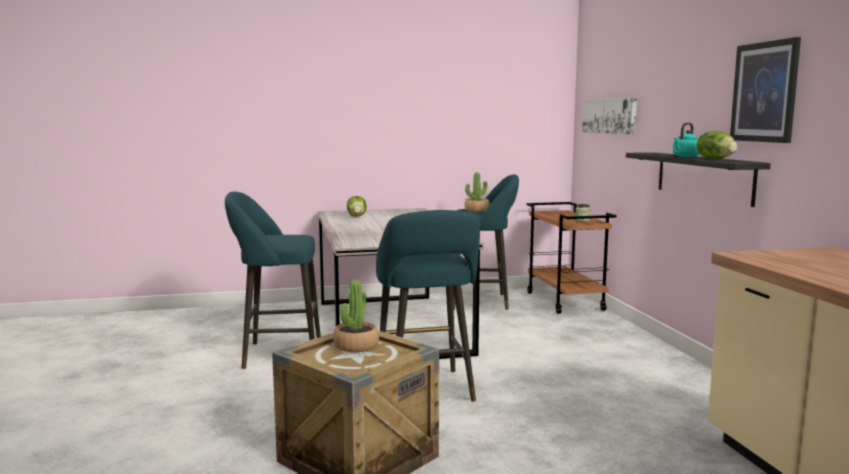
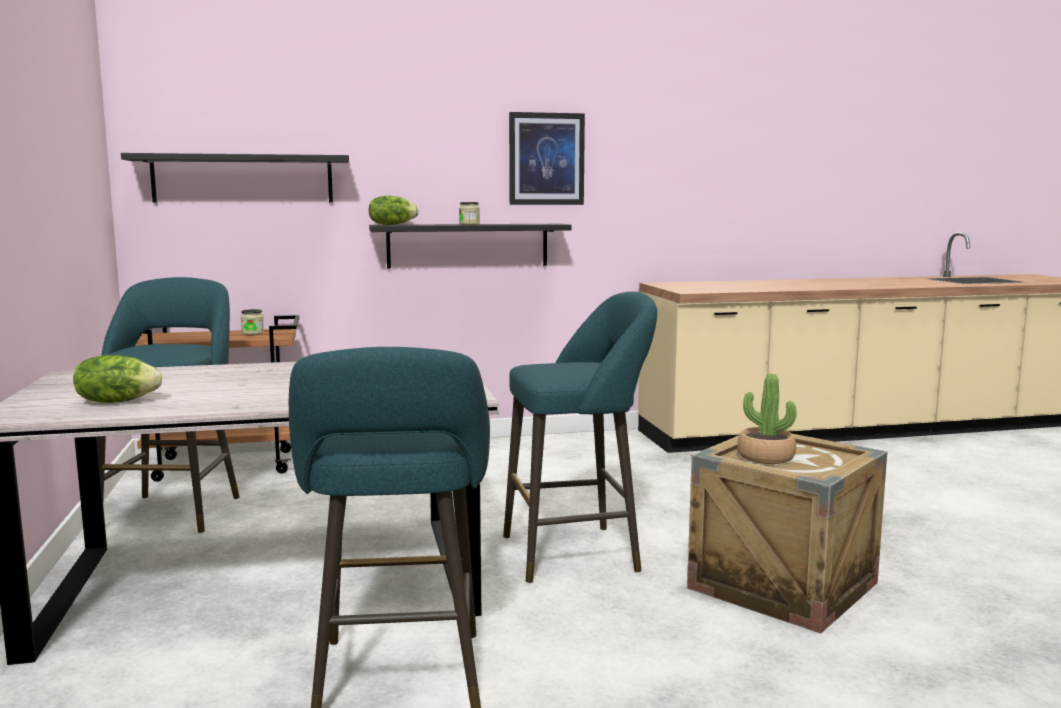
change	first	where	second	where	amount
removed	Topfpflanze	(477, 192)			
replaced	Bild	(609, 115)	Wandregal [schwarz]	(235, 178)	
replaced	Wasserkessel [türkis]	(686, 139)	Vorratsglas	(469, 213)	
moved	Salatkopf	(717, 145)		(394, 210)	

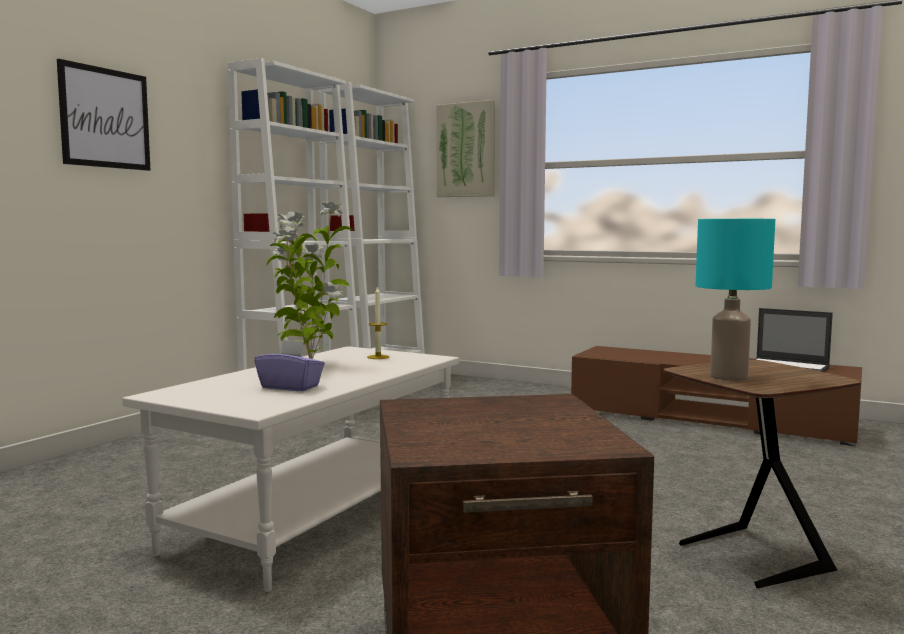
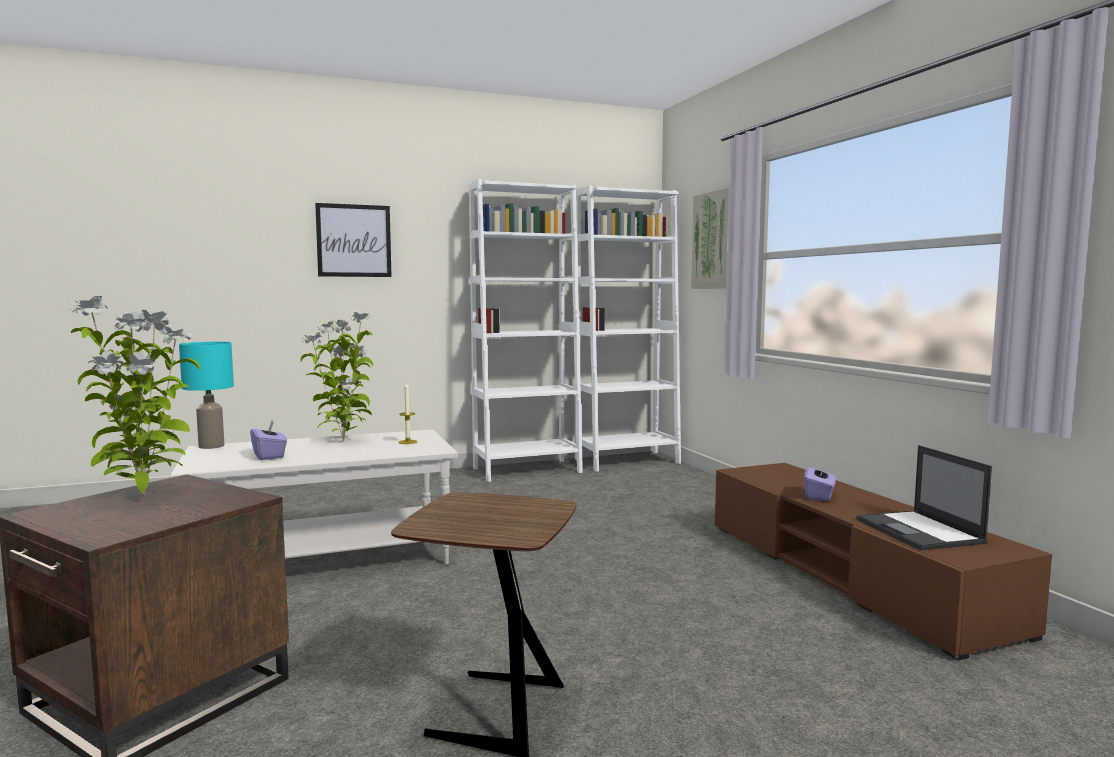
change	first	where	second	where	amount
moved	Tischlampe [türkis]	(735, 300)		(206, 395)	
added			Topfpflanze	(136, 396)	
added			Taschentuchbox [lila]	(820, 482)	

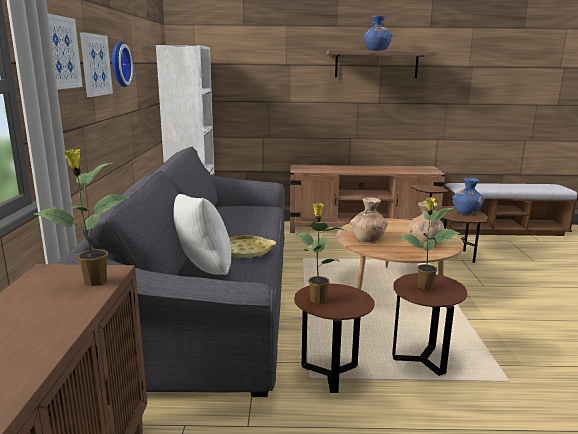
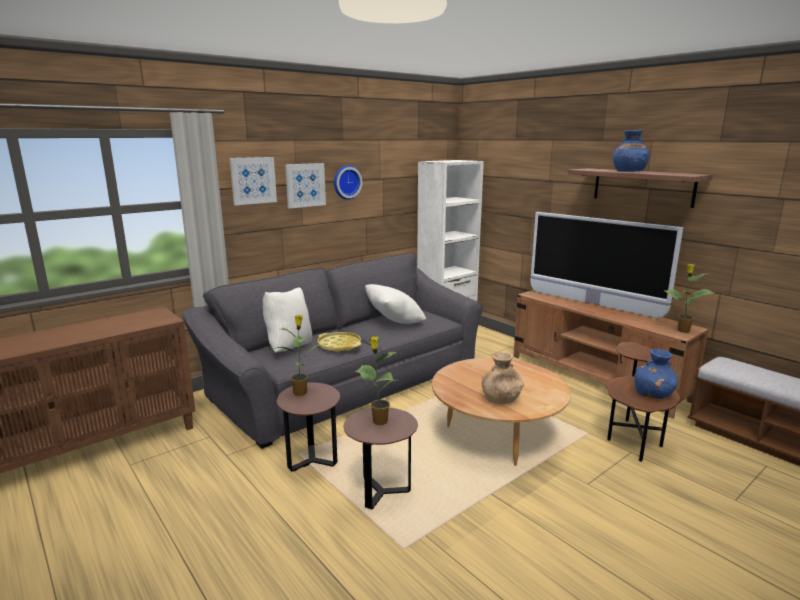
change	first	where	second	where	amount
moved	Topfpflanze	(81, 217)		(689, 298)	
removed	Vase [braun]	(369, 219)			
added			Kissen [weiß]	(395, 304)	
added			Fernseher	(606, 265)	

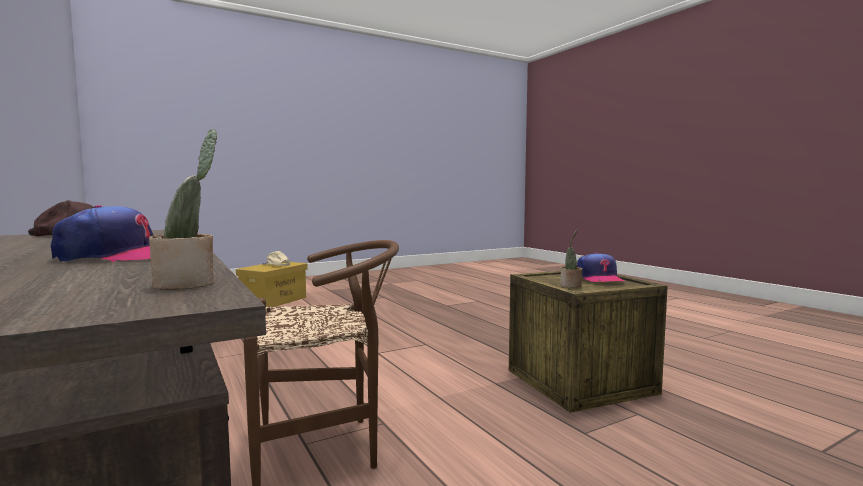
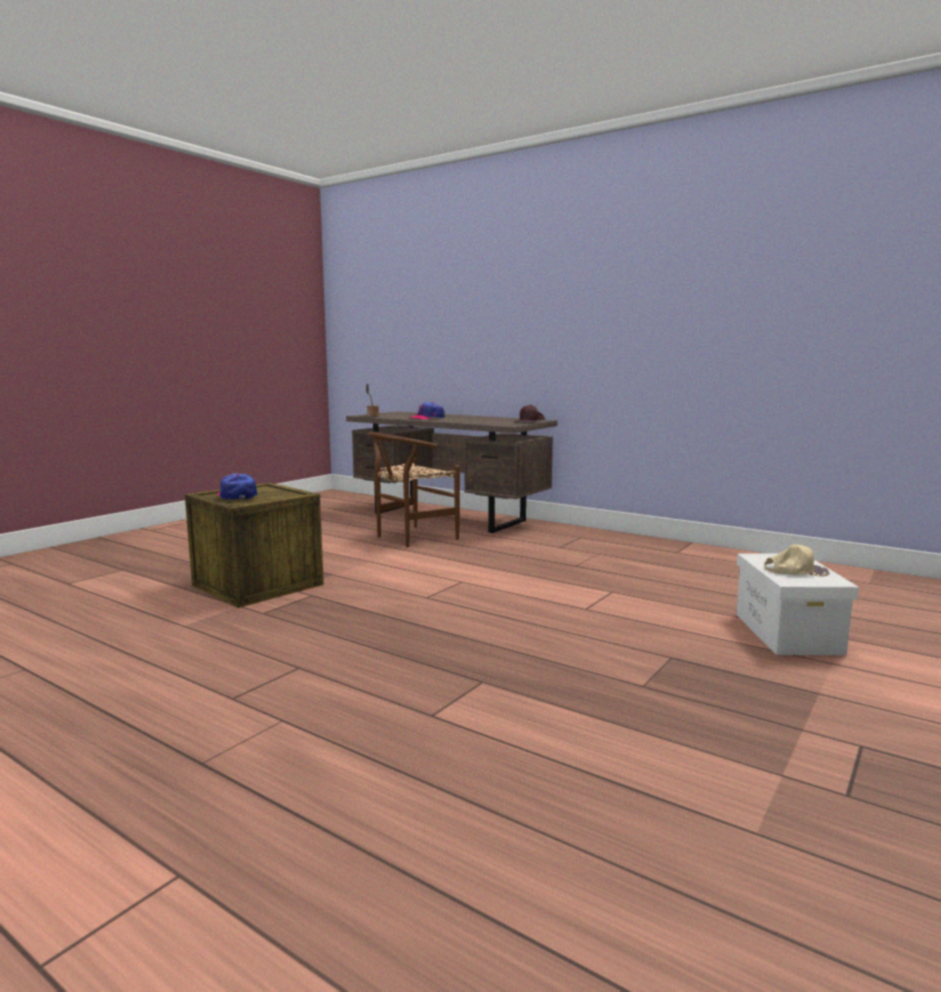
change	first	where	second	where	amount
recoloured	Aufbewahrungsbox [gelb]	(272, 284)	Aufbewahrungsbox [weiß]	(797, 604)	
removed	Topfpflanze	(571, 259)			

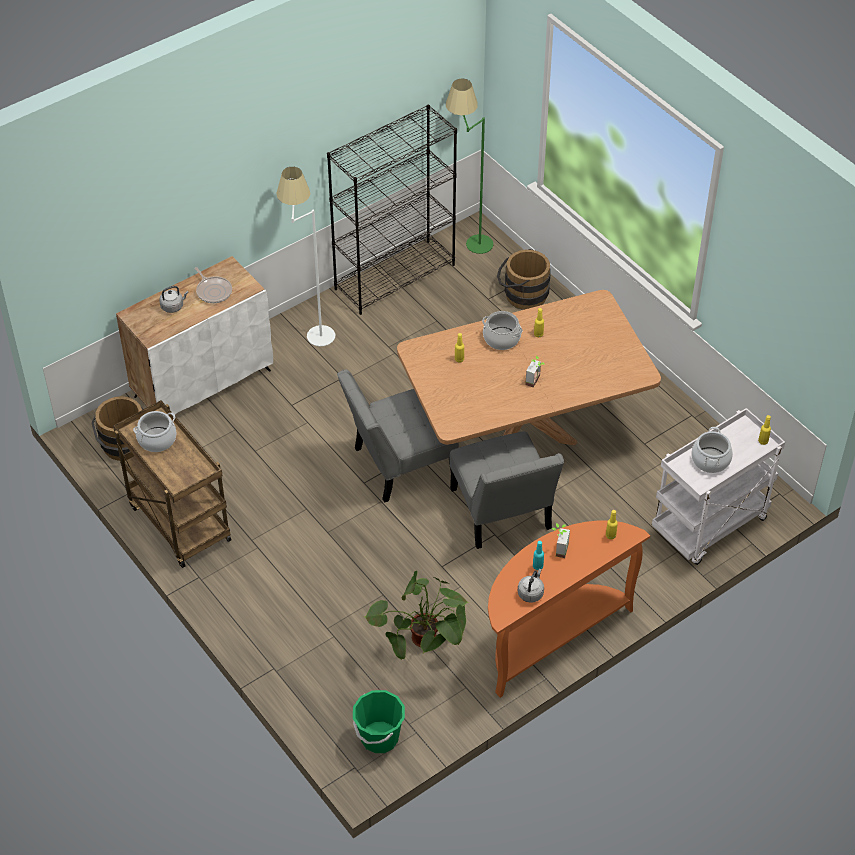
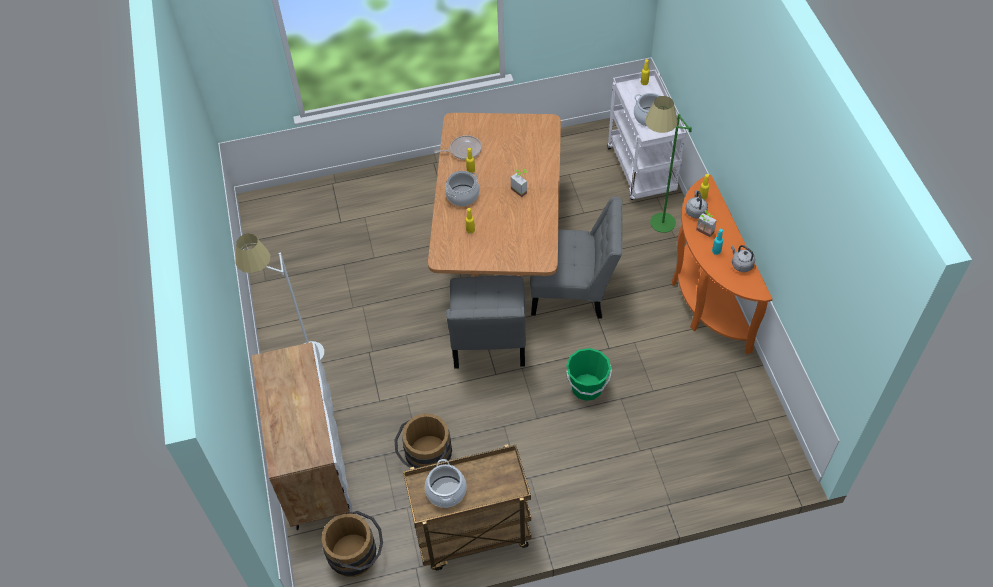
change	first	where	second	where	amount
moved	Wasserkessel [grau]	(174, 299)		(697, 204)	
moved	Pfanne	(213, 285)		(458, 147)	
removed	Bücherregal [schwarz]	(392, 209)			
moved	Eimer [grün]	(379, 721)		(589, 374)	
removed	Topfpflanze	(416, 615)			
moved	Stehlampe [grün]	(470, 166)		(668, 164)	
moved	Eimer [braun]	(524, 279)		(423, 441)	

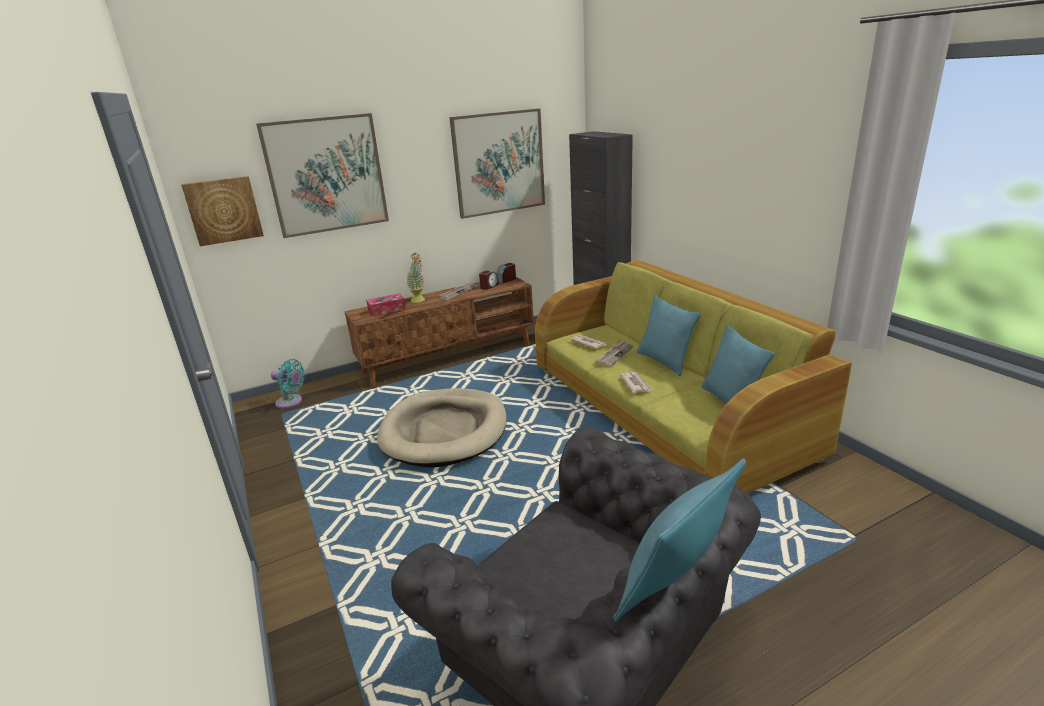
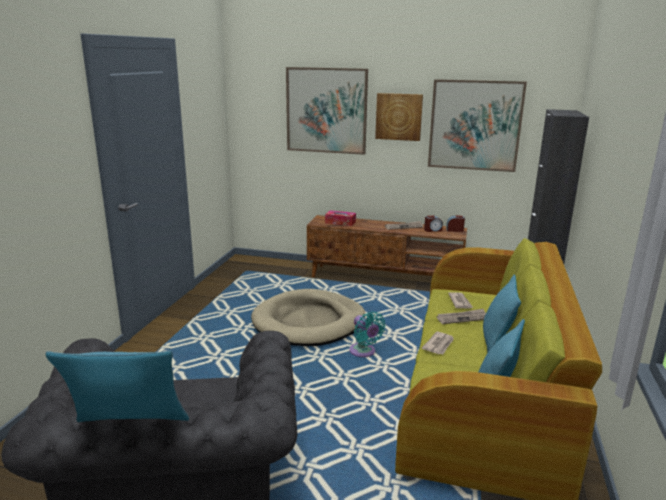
change	first	where	second	where	amount
moved	Bild	(222, 211)		(399, 117)	
moved	Ventilator [türkis]	(288, 384)		(367, 334)	
removed	Topfpflanze	(415, 278)			

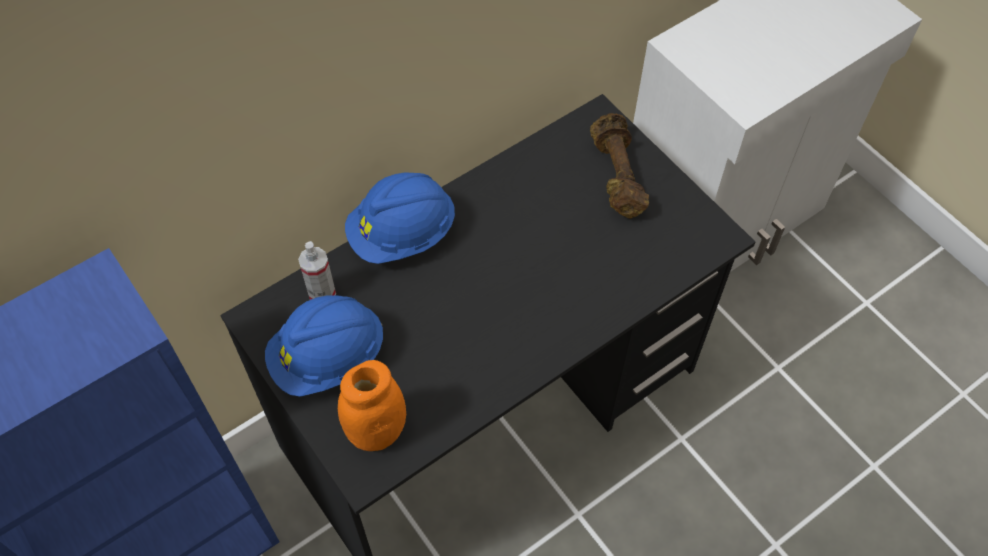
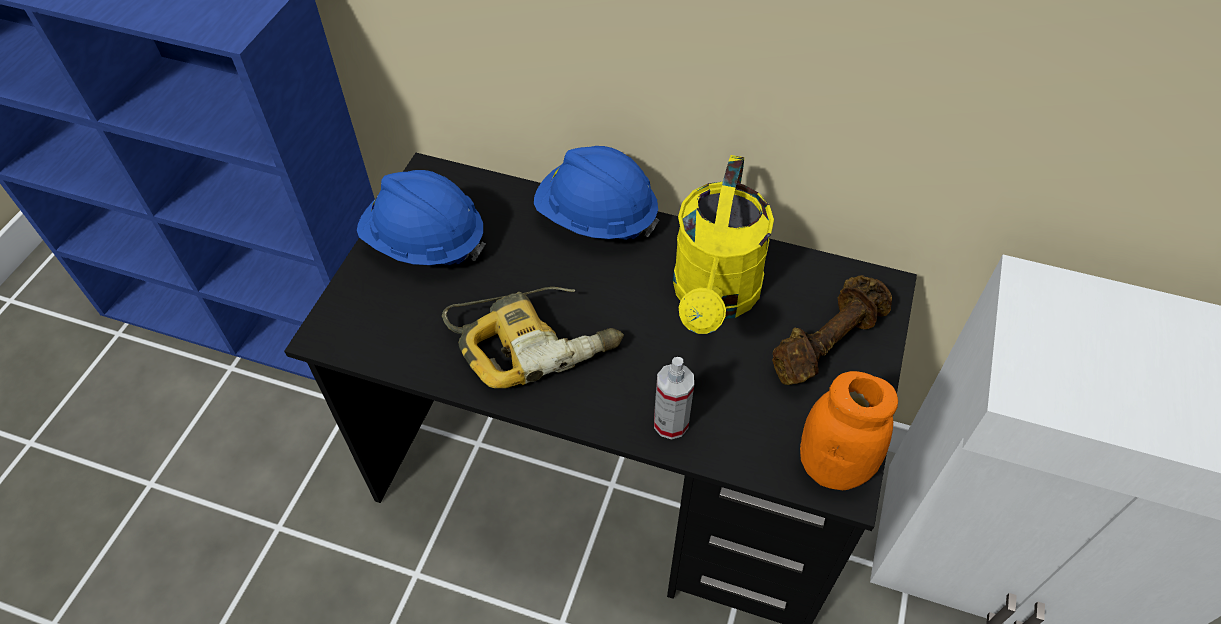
change	first	where	second	where	amount
moved	Sprühflasche	(317, 270)		(674, 398)	
moved	Vorratsglas [orange]	(372, 405)		(849, 430)	
added			Bohrmaschine	(533, 337)	
added			Gießkanne [gelb]	(723, 244)	

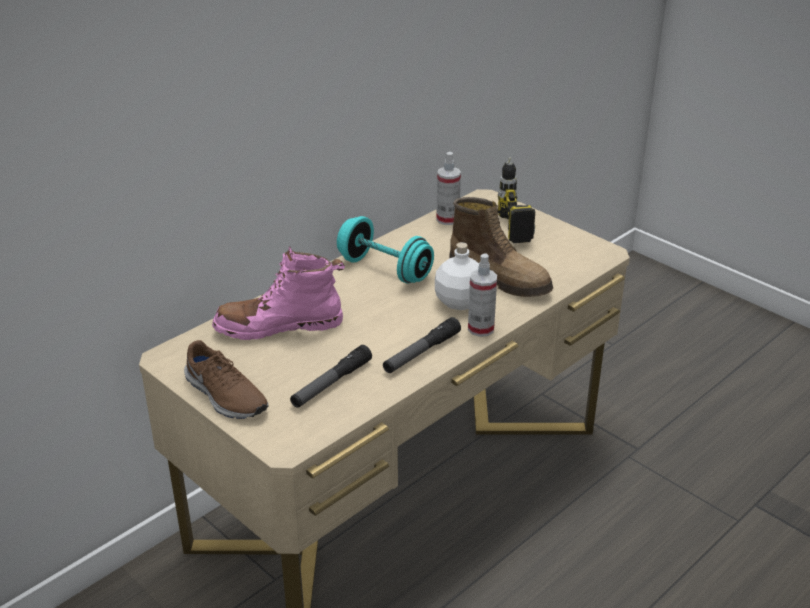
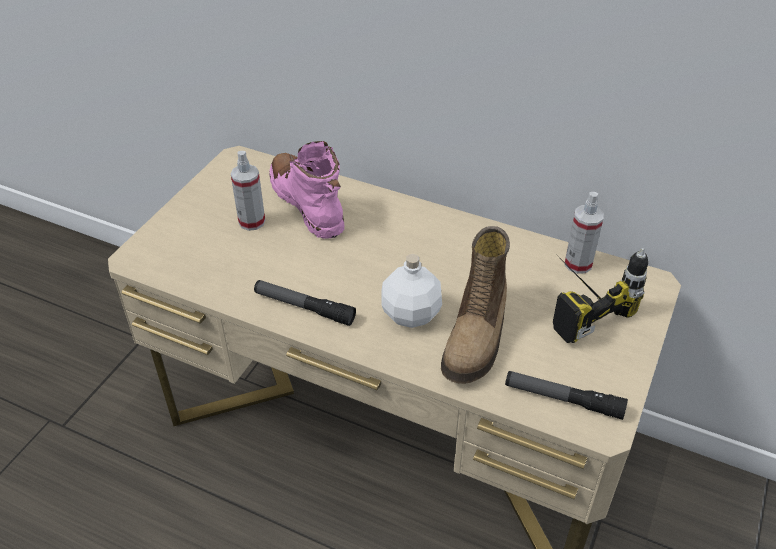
change	first	where	second	where	amount
removed	Schuh [braun]	(226, 379)			
moved	Taschenlampe	(331, 376)		(566, 395)	
removed	Hantel [türkis]	(385, 249)			
moved	Sprühflasche	(482, 295)		(248, 191)	

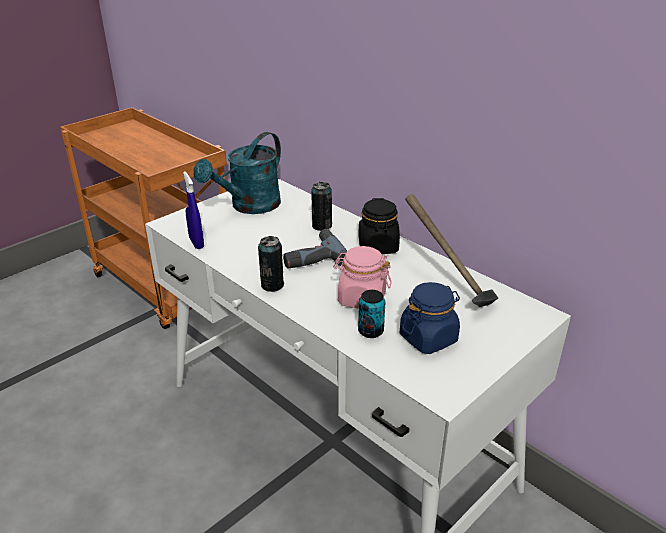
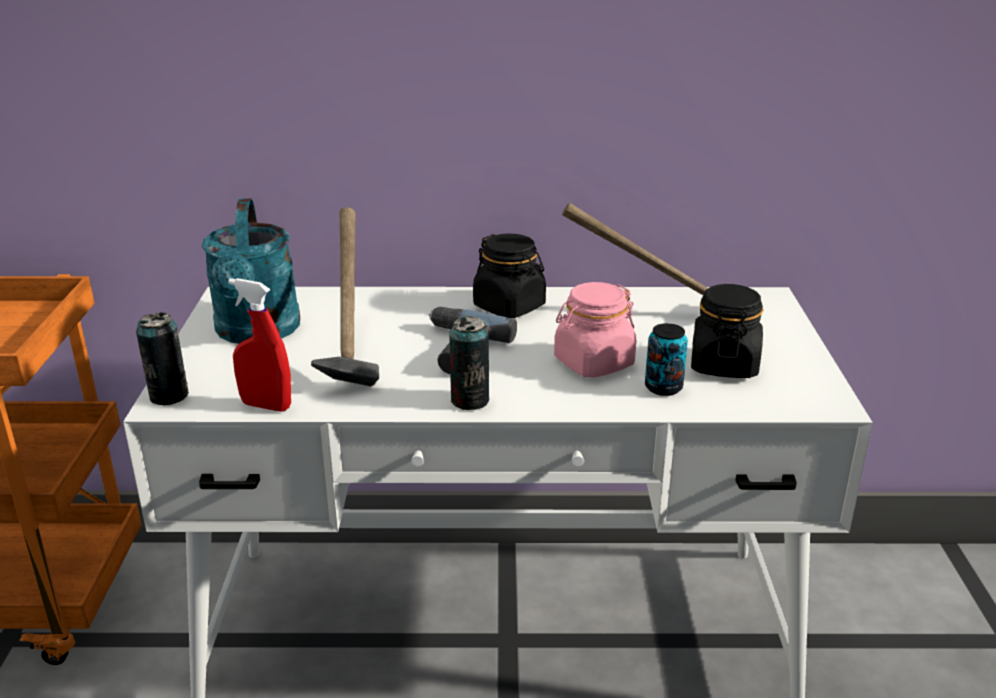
change	first	where	second	where	amount
recoloured	Sprühflasche [blau]	(193, 210)	Sprühflasche [rot]	(259, 344)	
moved	Dose	(321, 206)		(162, 358)	
recoloured	Vorratsglas [blau]	(430, 318)	Vorratsglas [schwarz]	(727, 331)	
added			Hammer	(345, 296)	

